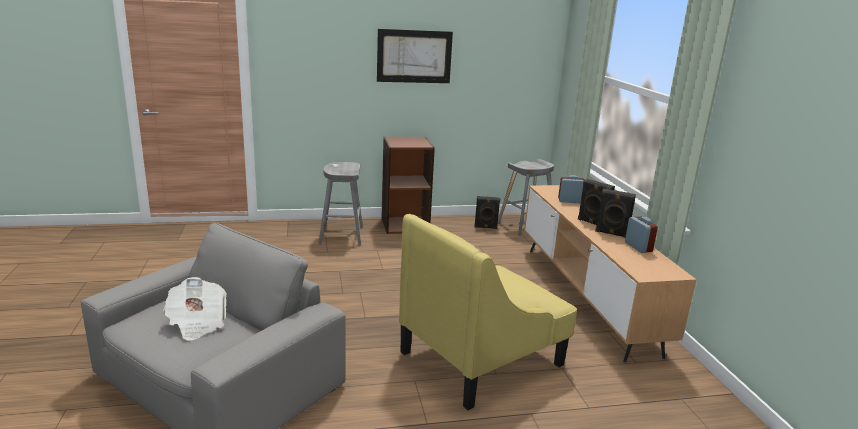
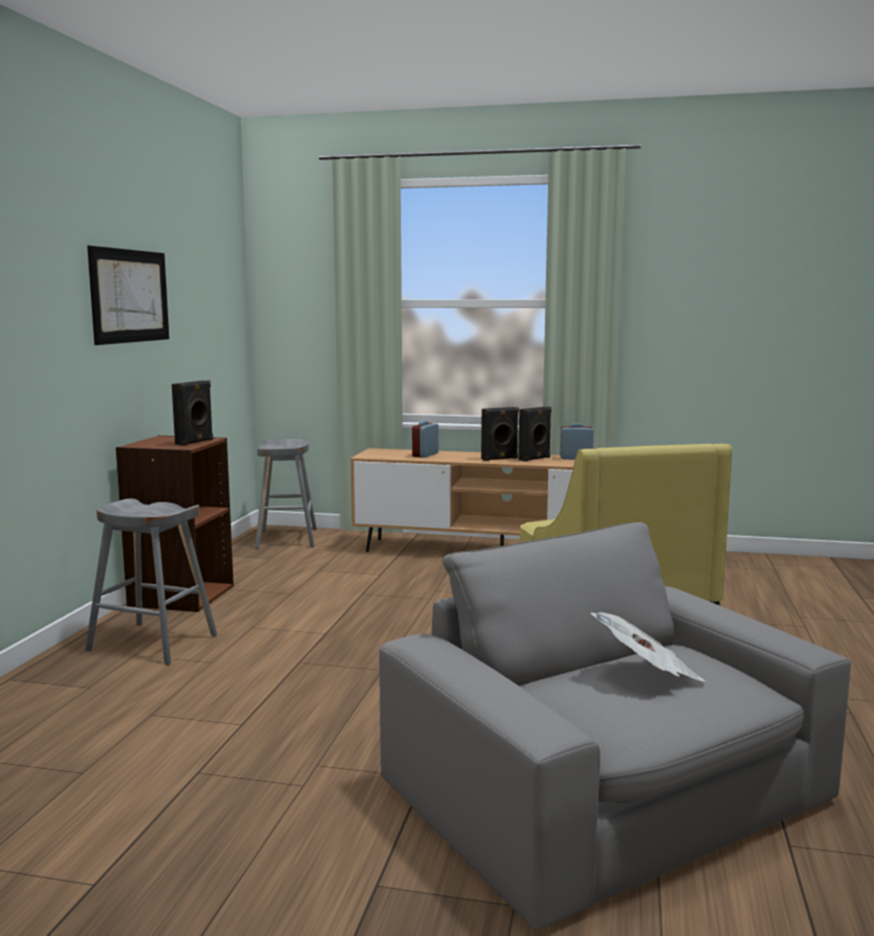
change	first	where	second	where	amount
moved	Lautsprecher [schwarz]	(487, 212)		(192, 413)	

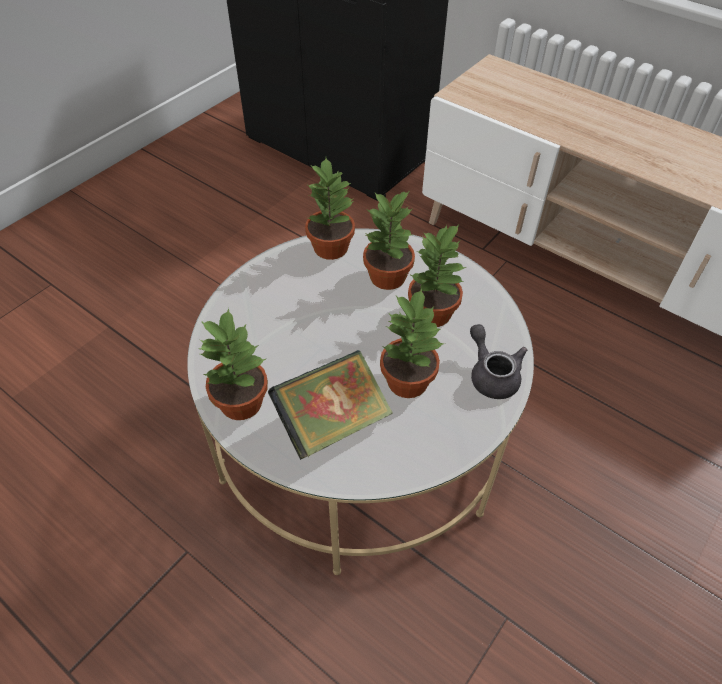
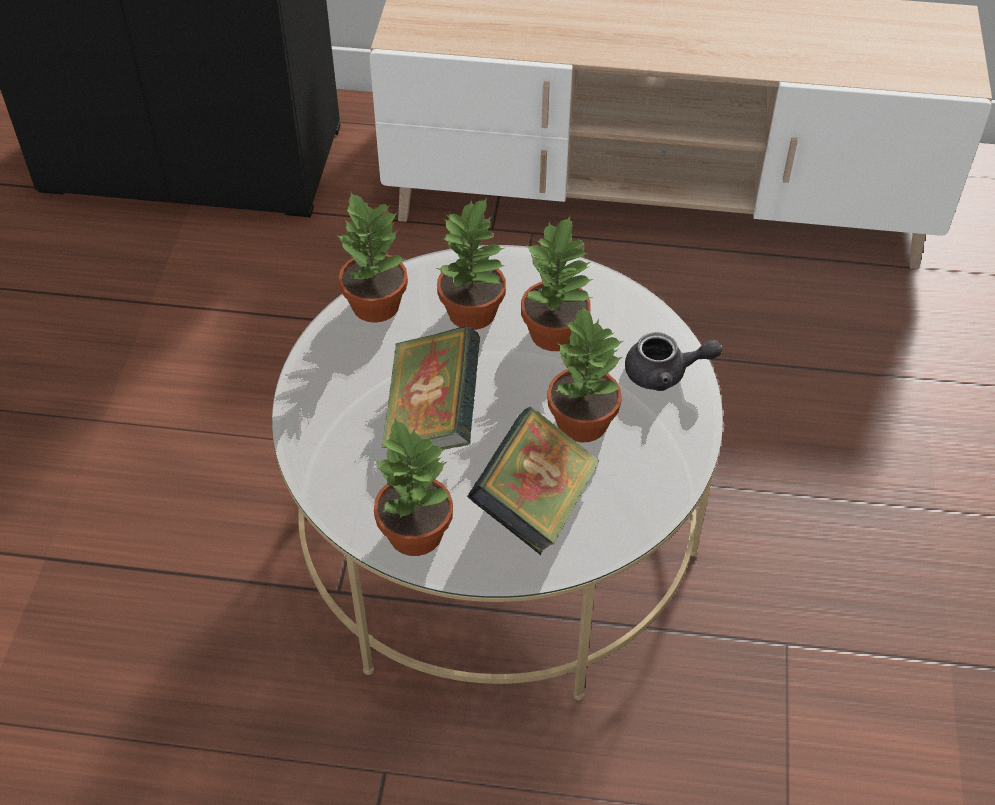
change	first	where	second	where	amount
turned	Teekanne [grau]	(498, 361)		(673, 361)	150 degrees clockwise
added			Buch	(430, 388)	

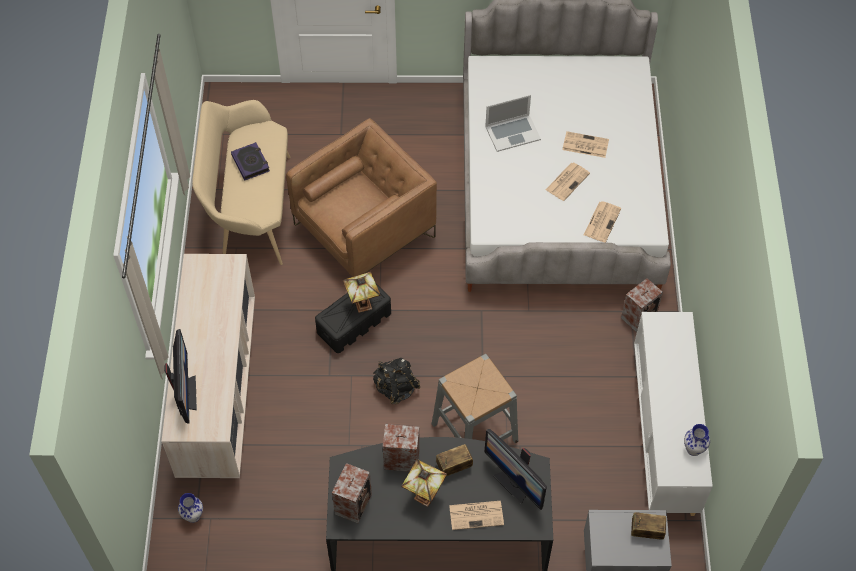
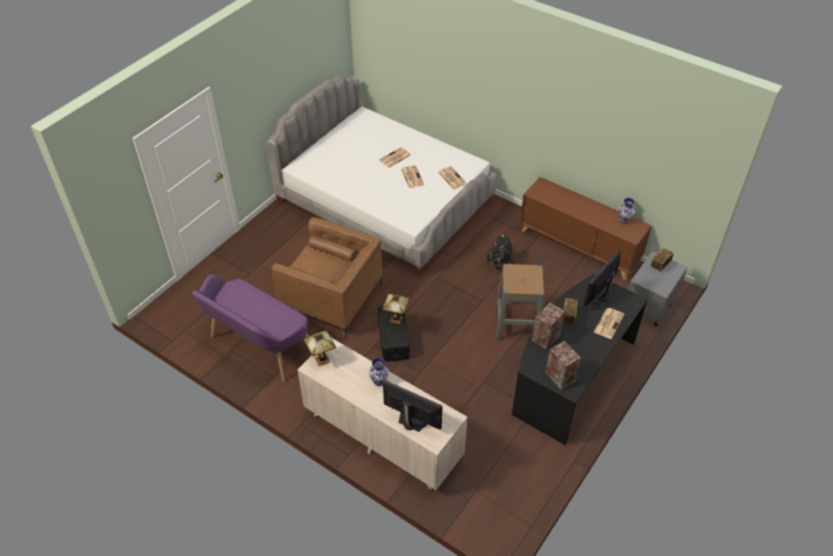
change	first	where	second	where	amount
moved	Vase	(190, 508)		(379, 372)	
recoloured	Bank [beige]	(241, 182)	Bank [lila]	(250, 328)	
removed	Buch	(250, 161)			
turned	Sessel [braun]	(361, 197)		(326, 278)	120 degrees clockwise
moved	Rucksack [schwarz]	(397, 381)		(500, 252)	
moved	Tischlampe	(424, 483)		(319, 348)	
removed	Laptop	(513, 123)			
turned	Monitor	(516, 469)		(602, 278)	135 degrees clockwise
removed	Lautsprecher	(642, 305)			
recoloured	Schrank [weiß]	(673, 414)	Schrank [braun]	(586, 228)	

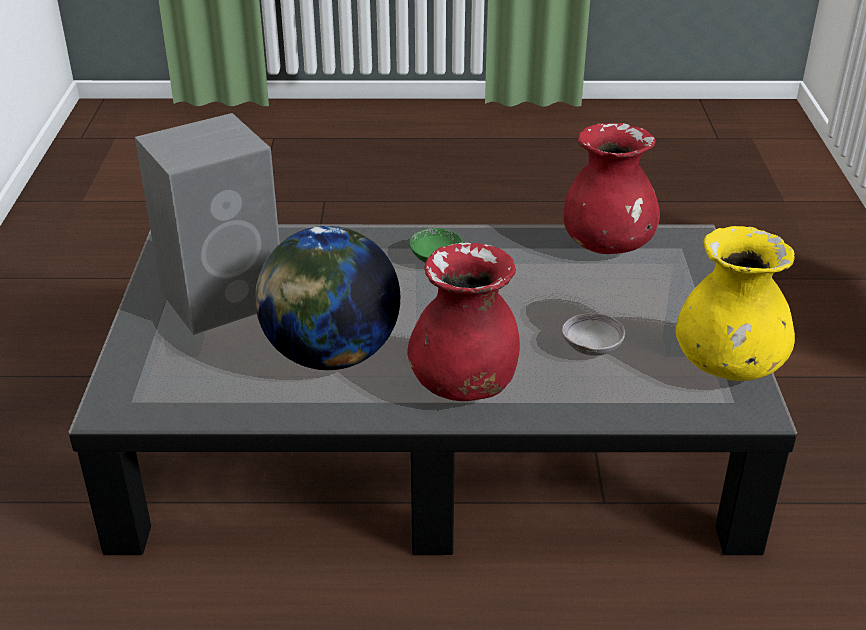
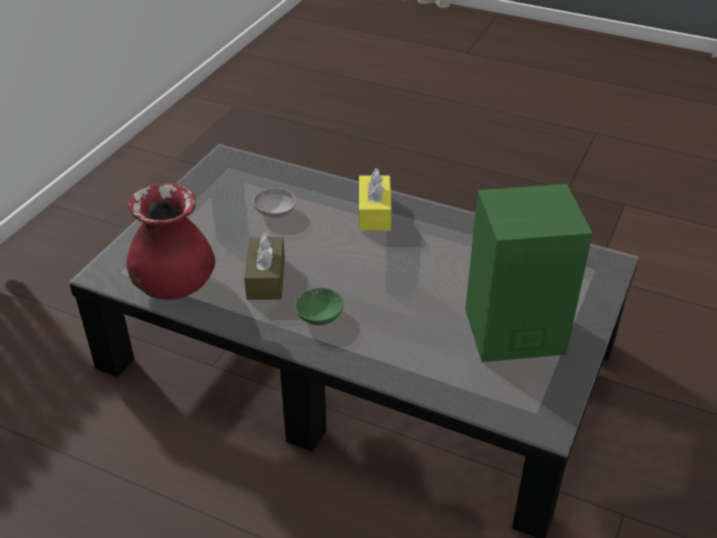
change	first	where	second	where	amount
recoloured	Lautsprecher [grau]	(207, 224)	Lautsprecher [grün]	(529, 273)	
removed	Globus	(327, 298)			
replaced	Vase [rot]	(464, 322)	Taschentuchbox [gelb]	(375, 199)	
removed	Vase [gelb]	(735, 303)			
added			Taschentuchbox [braun]	(264, 265)	

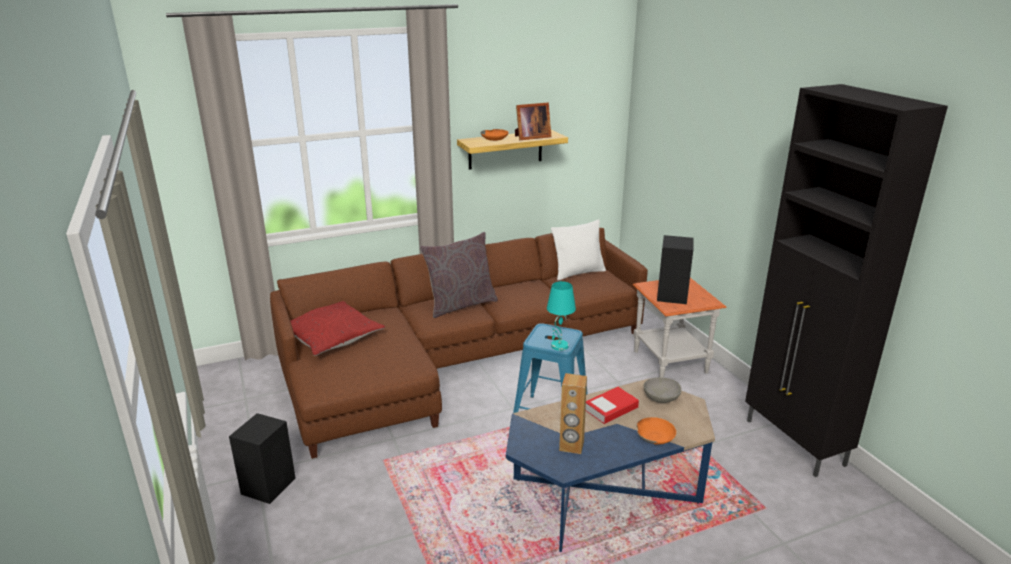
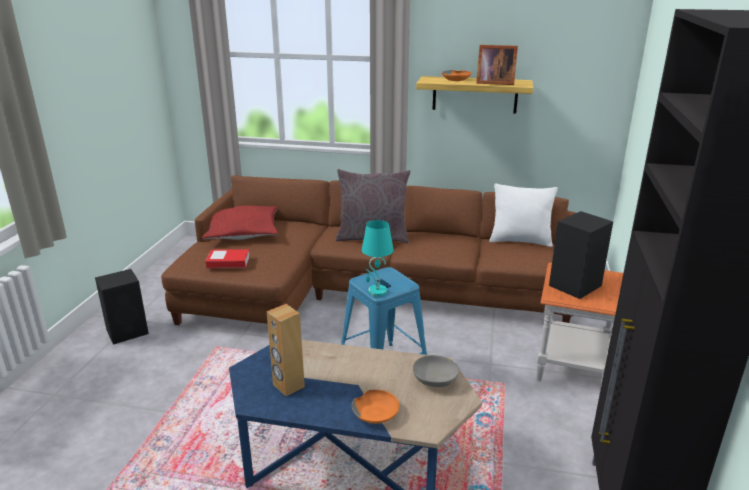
change	first	where	second	where	amount
moved	Buch	(612, 405)		(228, 258)	

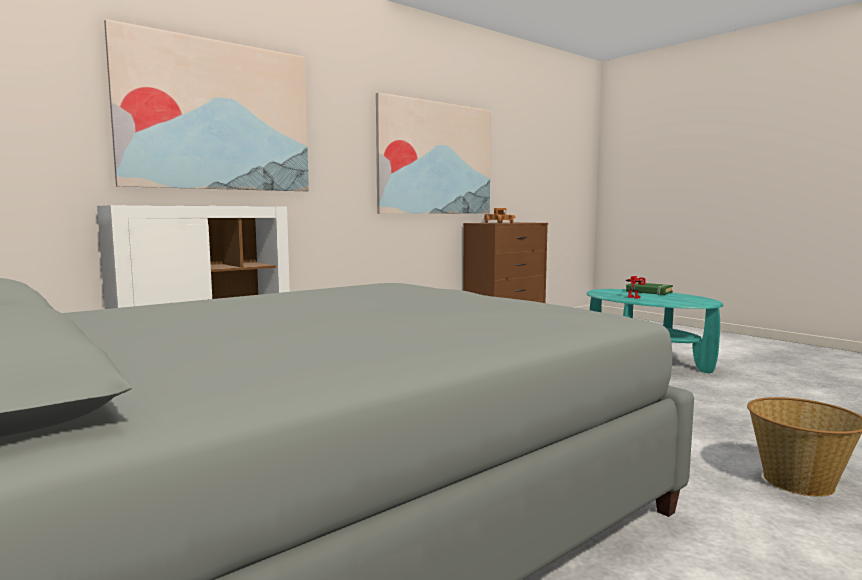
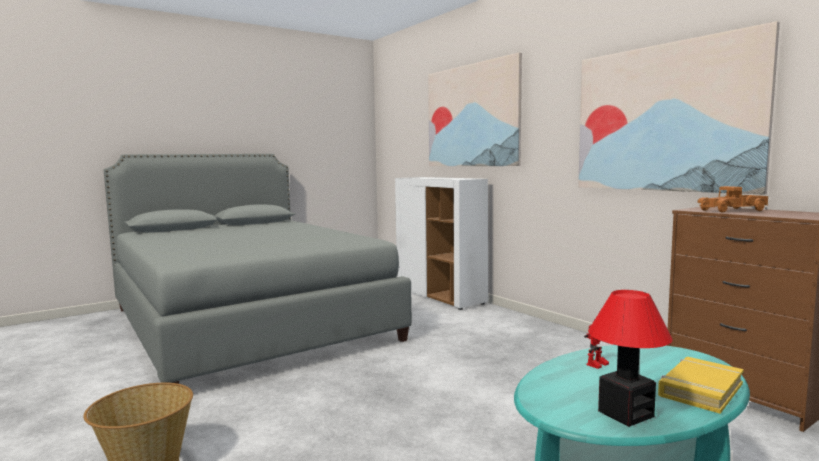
change	first	where	second	where	amount
recoloured	Buch [grün]	(649, 288)	Buch [gelb]	(701, 385)	
added			Tischlampe	(630, 358)	

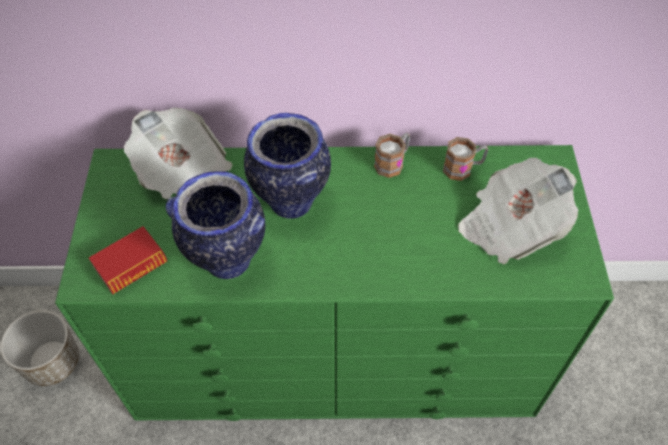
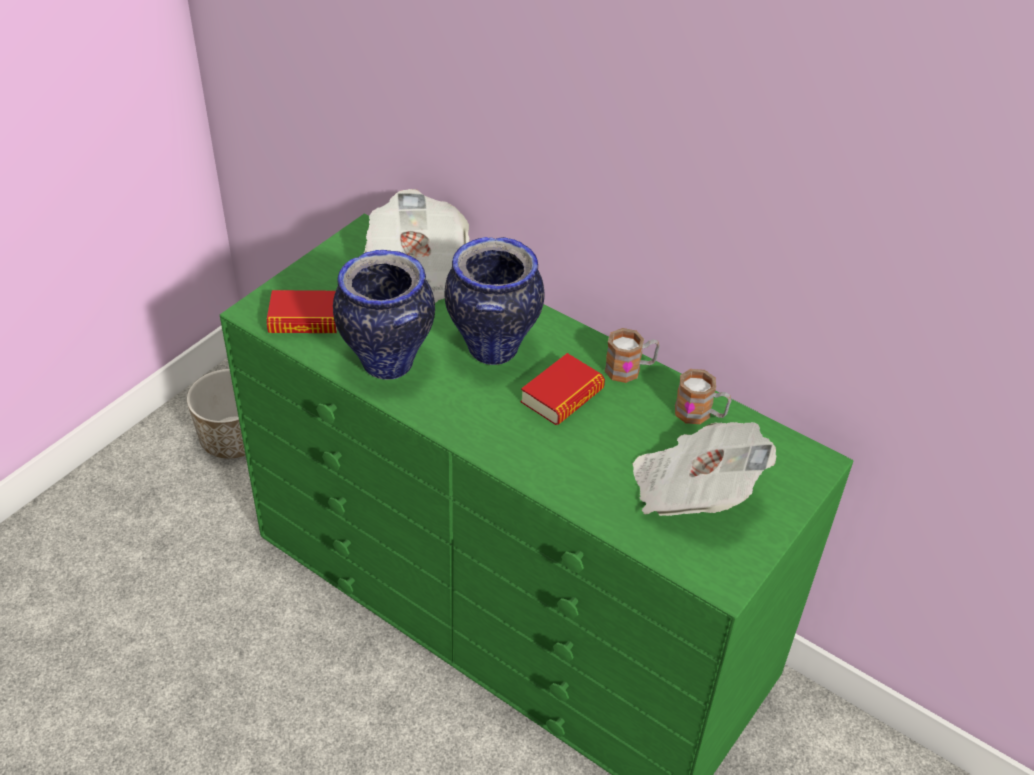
change	first	where	second	where	amount
added			Buch	(563, 389)	

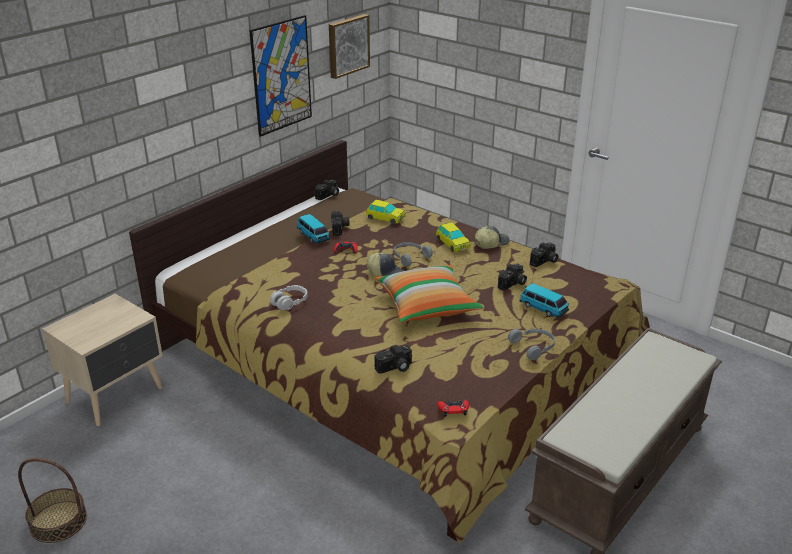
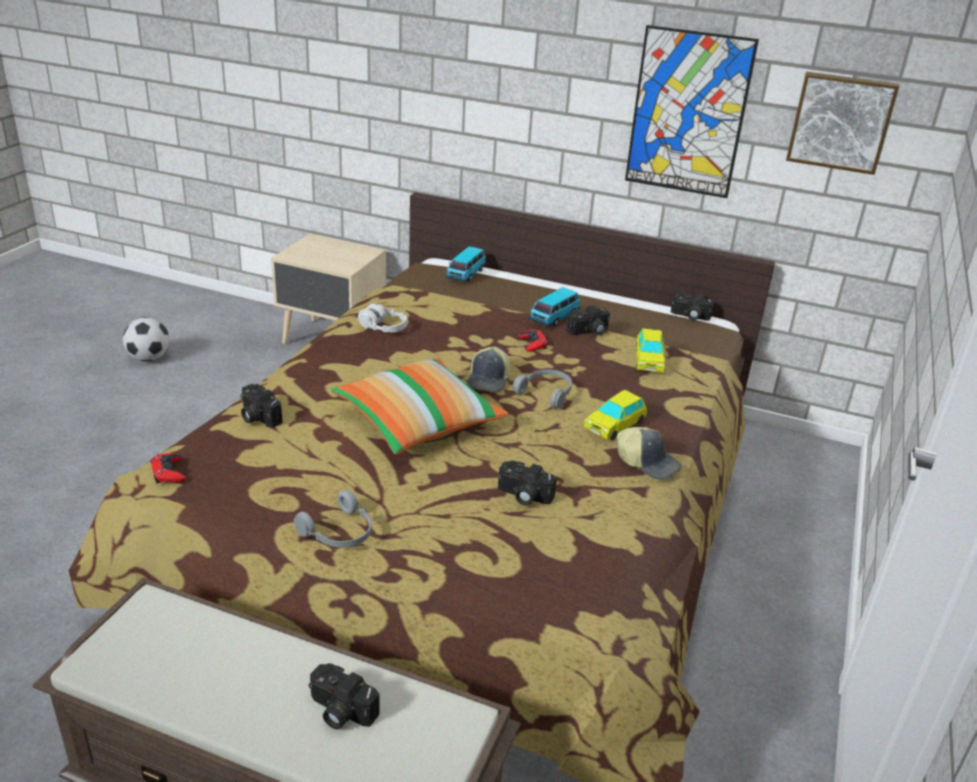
change	first	where	second	where	amount
replaced	Korb	(52, 500)	Fußball	(146, 339)	
moved	Spielzeugauto	(544, 300)		(466, 264)	
moved	Kamera	(544, 254)		(344, 696)	

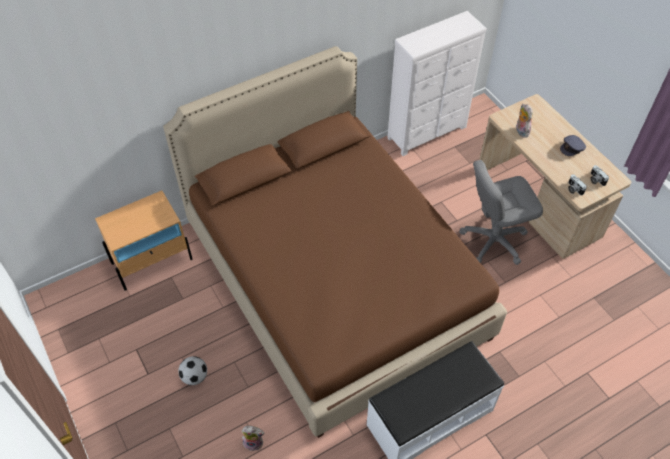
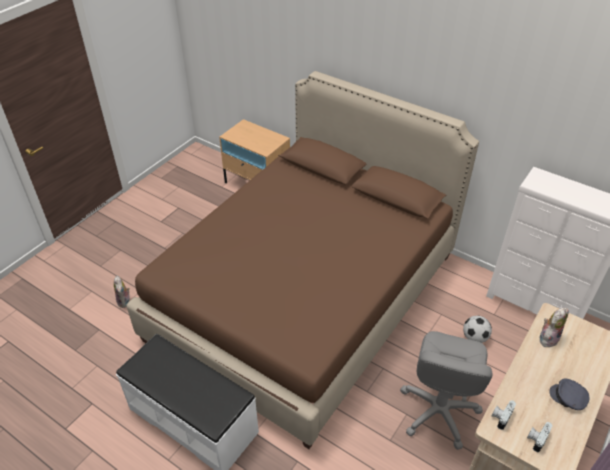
change	first	where	second	where	amount
moved	Fußball	(192, 370)		(477, 329)	
turned	Bürostuhl [grau]	(501, 212)		(446, 390)	120 degrees counterclockwise

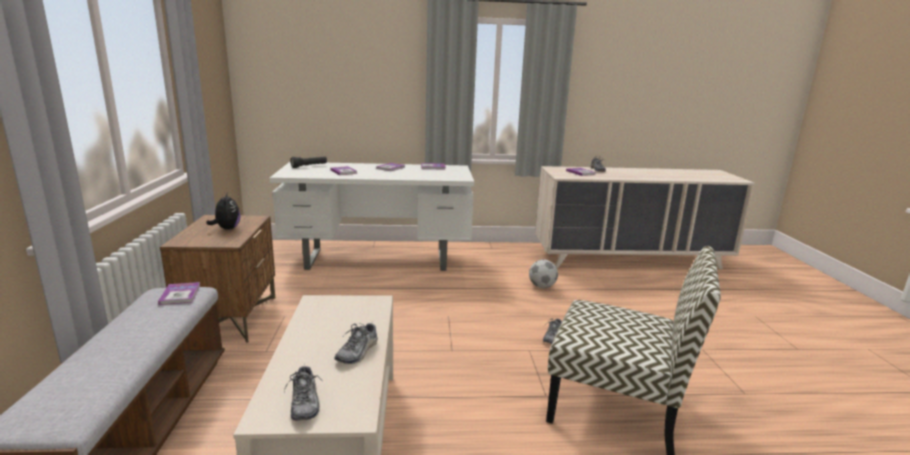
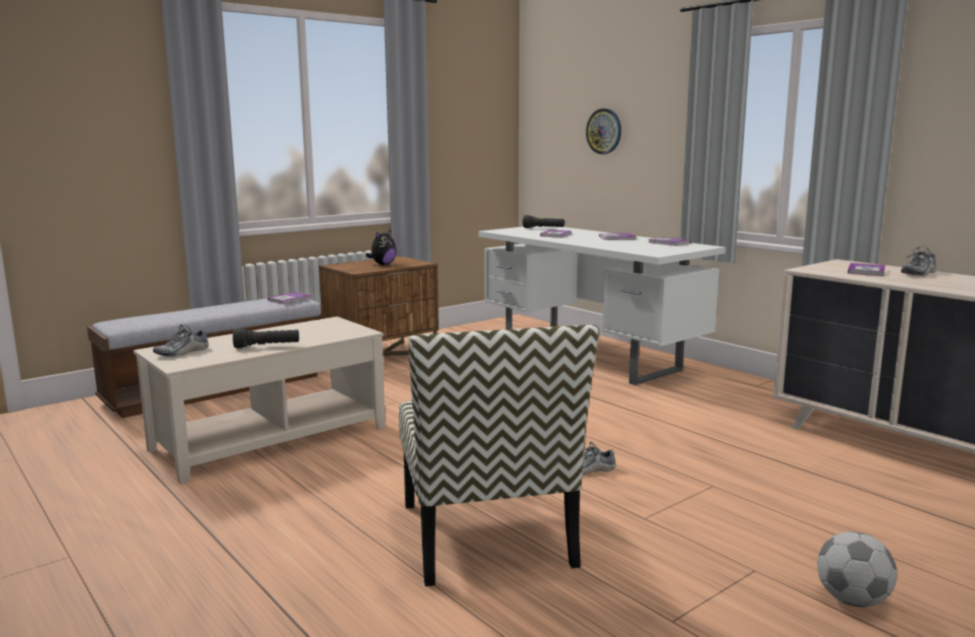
change	first	where	second	where	amount
replaced	Schuh	(356, 343)	Taschenlampe [schwarz]	(266, 338)	
moved	Fußball	(543, 273)		(857, 569)	
added			Wanduhr	(603, 131)	

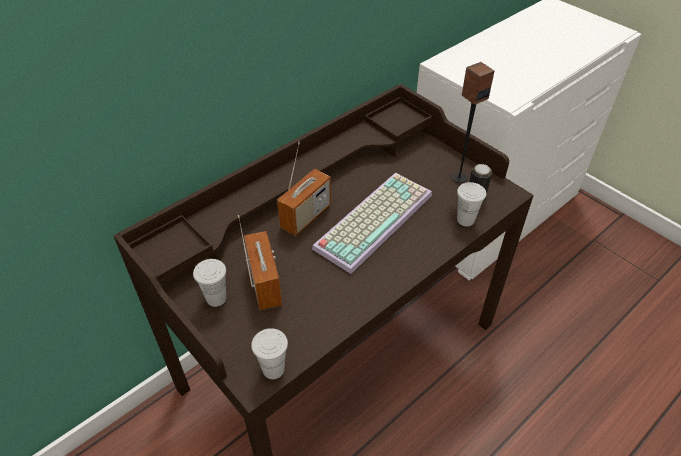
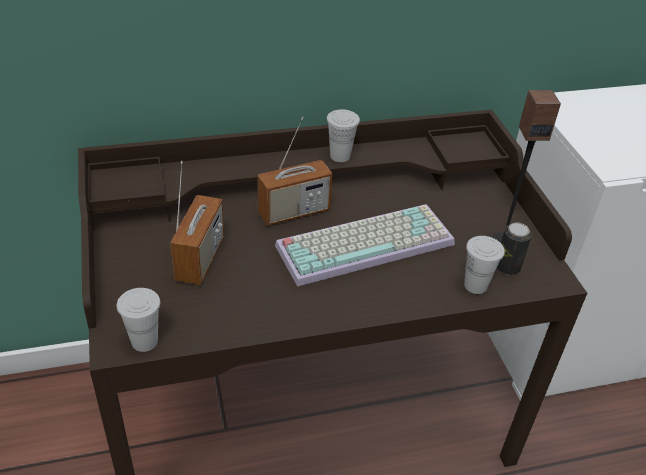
change	first	where	second	where	amount
moved	Tasse [weiß]	(209, 283)		(343, 135)	

